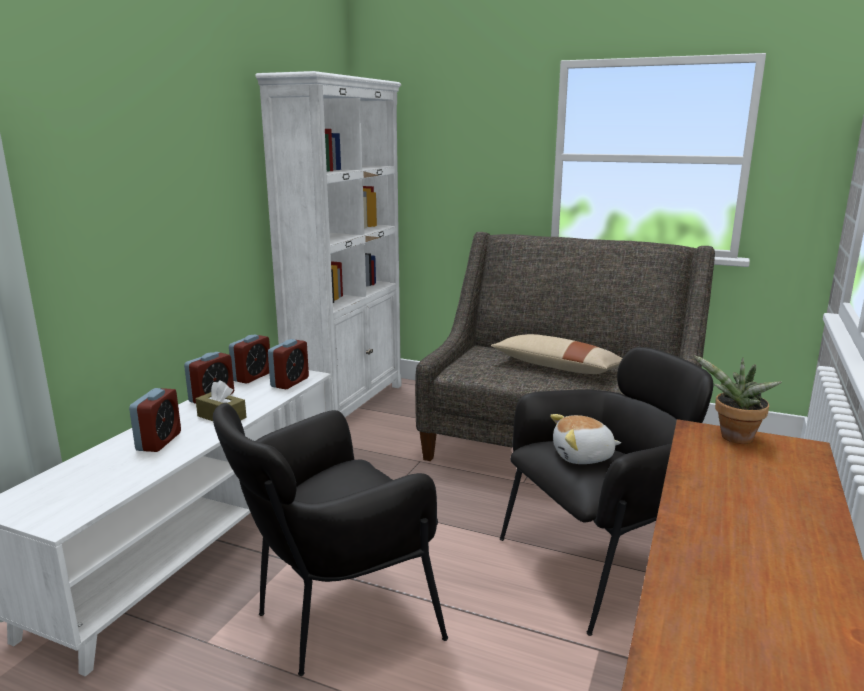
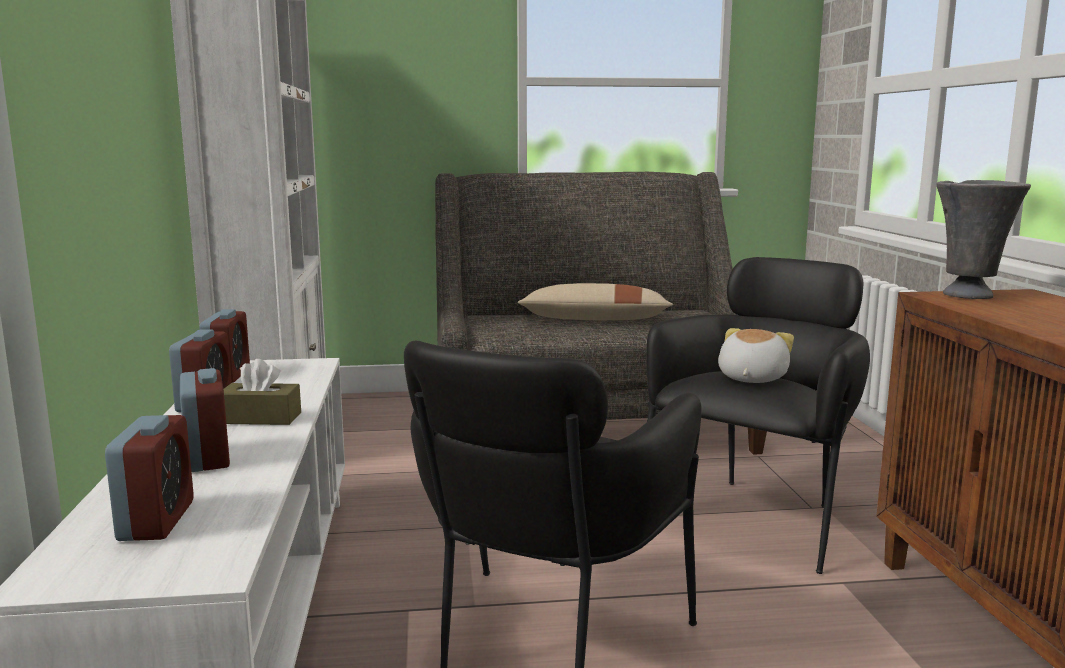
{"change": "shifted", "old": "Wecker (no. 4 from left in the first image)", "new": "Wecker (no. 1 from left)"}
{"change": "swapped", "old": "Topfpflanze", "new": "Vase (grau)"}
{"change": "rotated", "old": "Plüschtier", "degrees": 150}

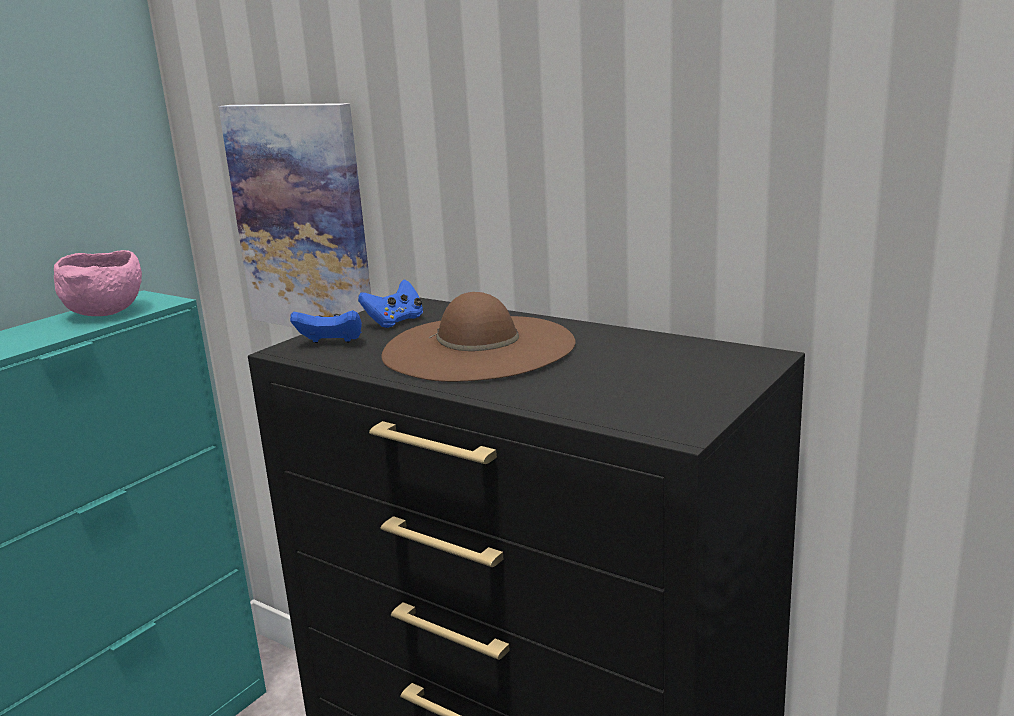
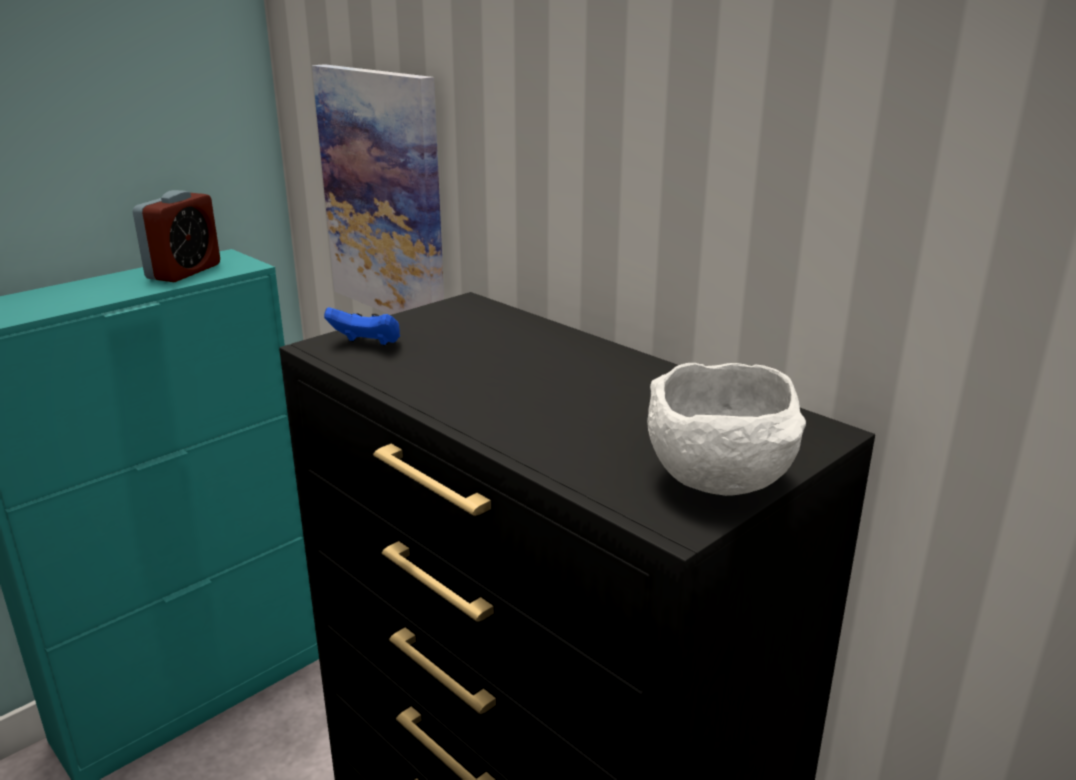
{"change": "gone", "old": "Gamepad (blau) (no. 2 from left)"}
{"change": "gone", "old": "Hut (braun)"}
{"change": "new", "new": "Schüssel (weiß)"}
{"change": "swapped", "old": "Schüssel (rosa)", "new": "Wecker"}

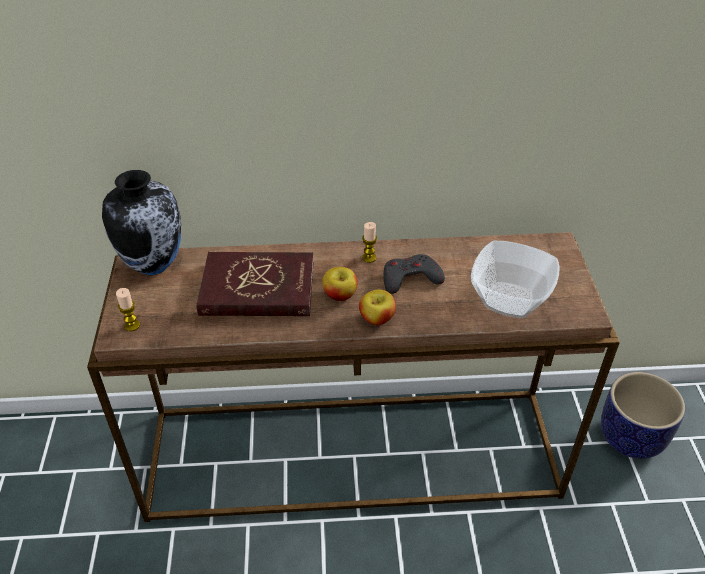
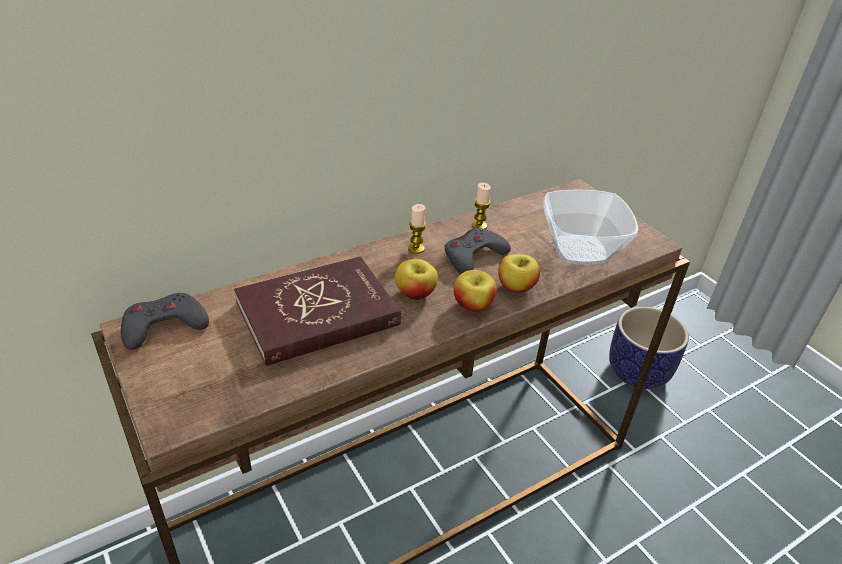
{"change": "new", "new": "Apfel (no. 3 from left)"}
{"change": "shifted", "old": "Kerze (no. 1 from left in the first image)", "new": "Kerze (no. 2 from left)"}
{"change": "swapped", "old": "Vase", "new": "Gamepad (grau) (no. 1 from left)"}

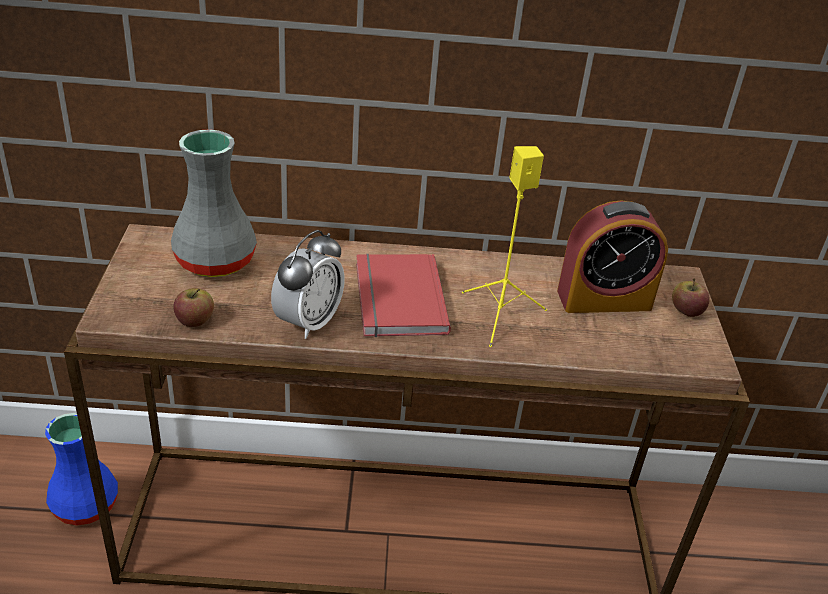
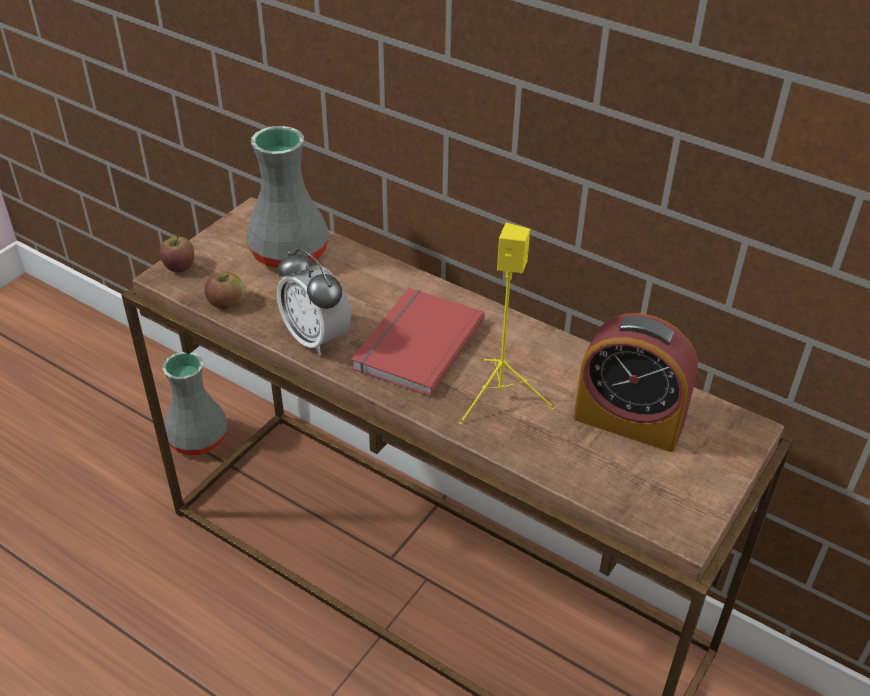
{"change": "shifted", "old": "Apfel (no. 2 from left in the first image)", "new": "Apfel (no. 1 from left)"}
{"change": "repainted", "old": "Vase (blau)", "new": "Vase (grau) (no. 1 from left)"}
{"change": "rotated", "old": "Wecker (no. 1 from left)", "degrees": 75}

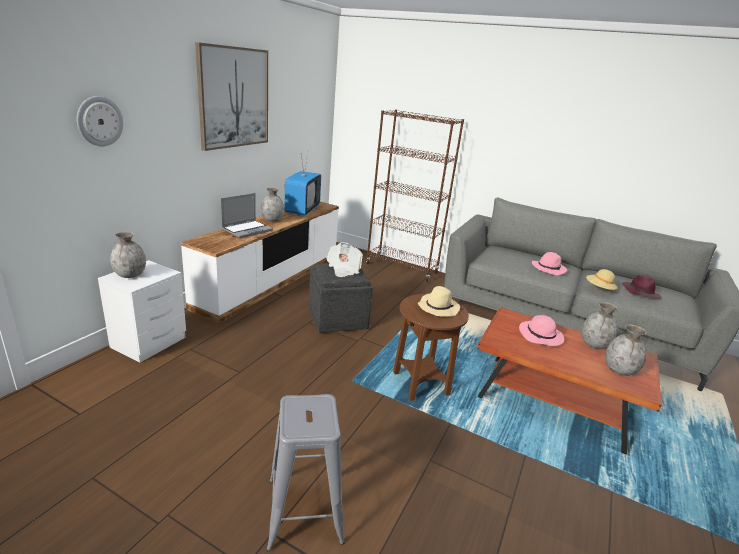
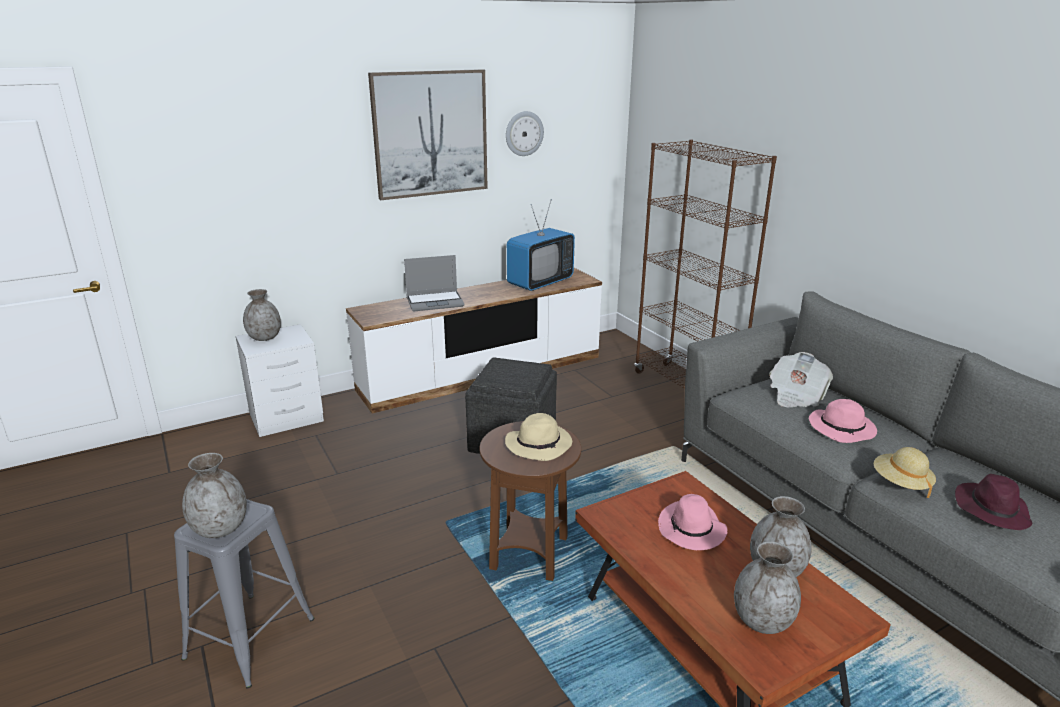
{"change": "shifted", "old": "Wanduhr"}
{"change": "shifted", "old": "Vase (grau) (no. 2 from left in the first image)", "new": "Vase (grau) (no. 1 from left)"}
{"change": "shifted", "old": "Zeitung"}

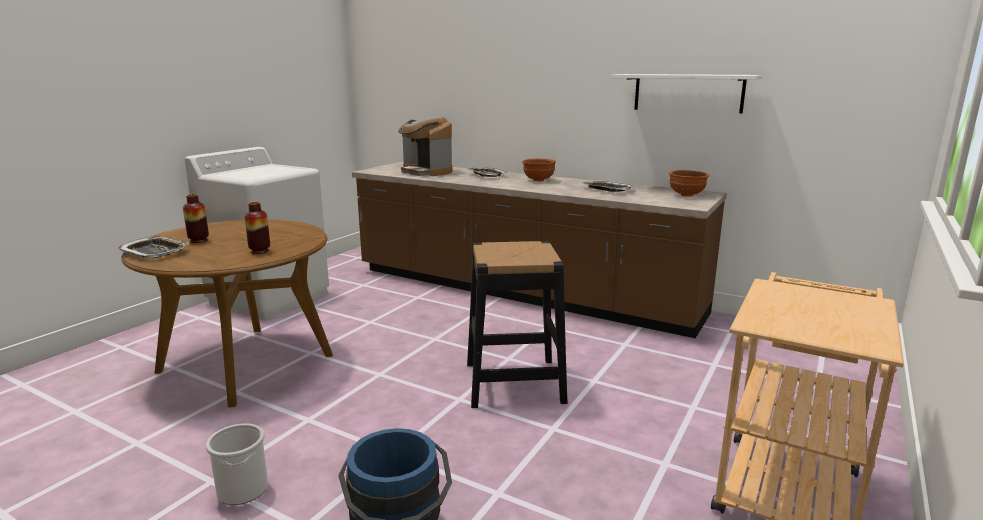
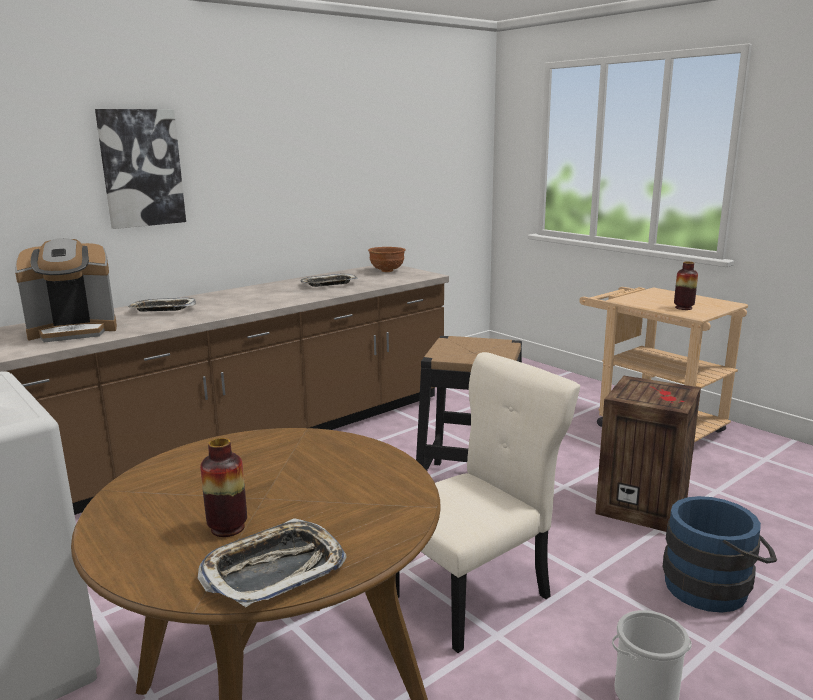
{"change": "gone", "old": "Schüssel (braun) (no. 1 from left)"}
{"change": "gone", "old": "Wandregal (weiß)"}
{"change": "new", "new": "Bild"}
{"change": "new", "new": "Stuhl (beige)"}
{"change": "new", "new": "Kiste"}
{"change": "shifted", "old": "Vase (no. 2 from left)"}

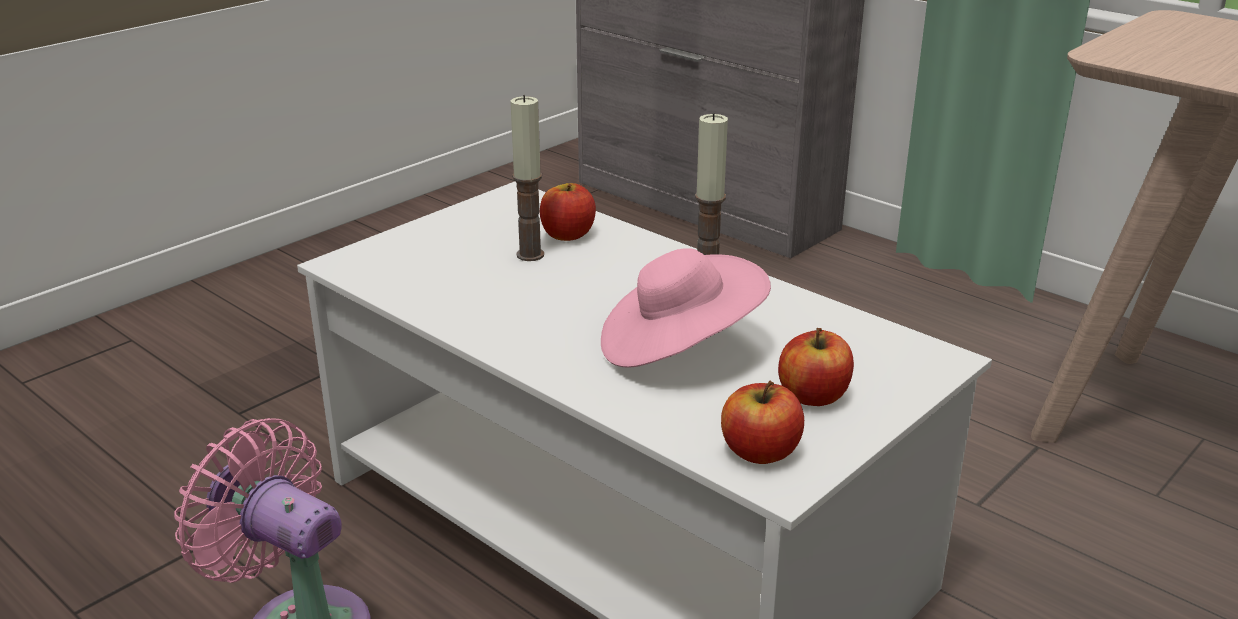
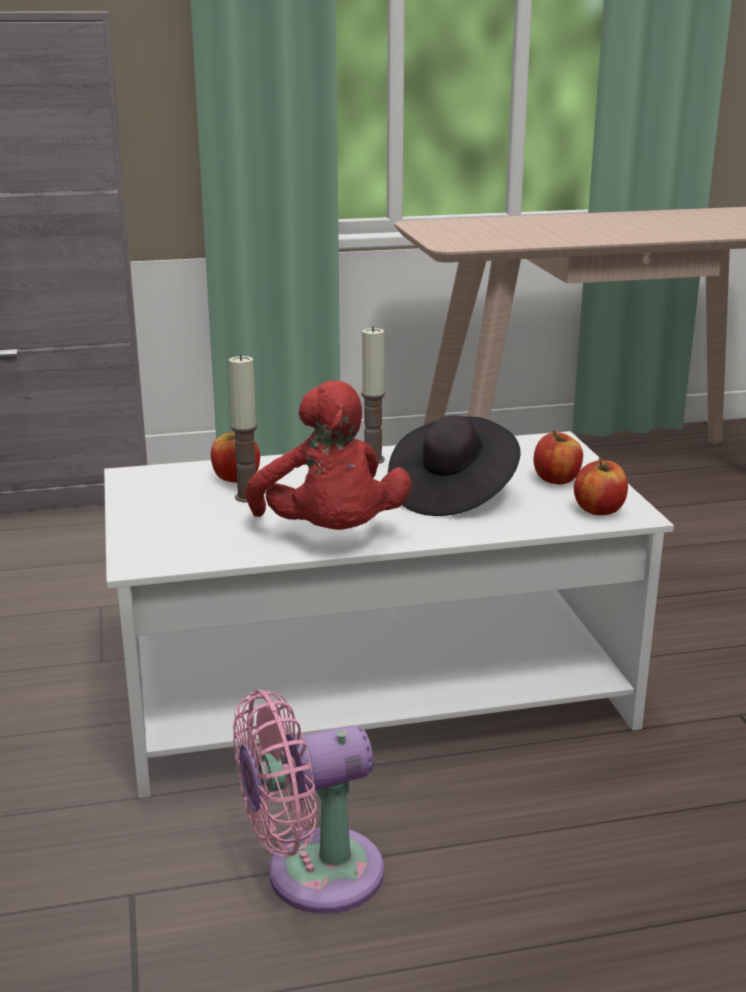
{"change": "new", "new": "Plüschtier (rot)"}
{"change": "repainted", "old": "Hut (rosa)", "new": "Hut (schwarz)"}

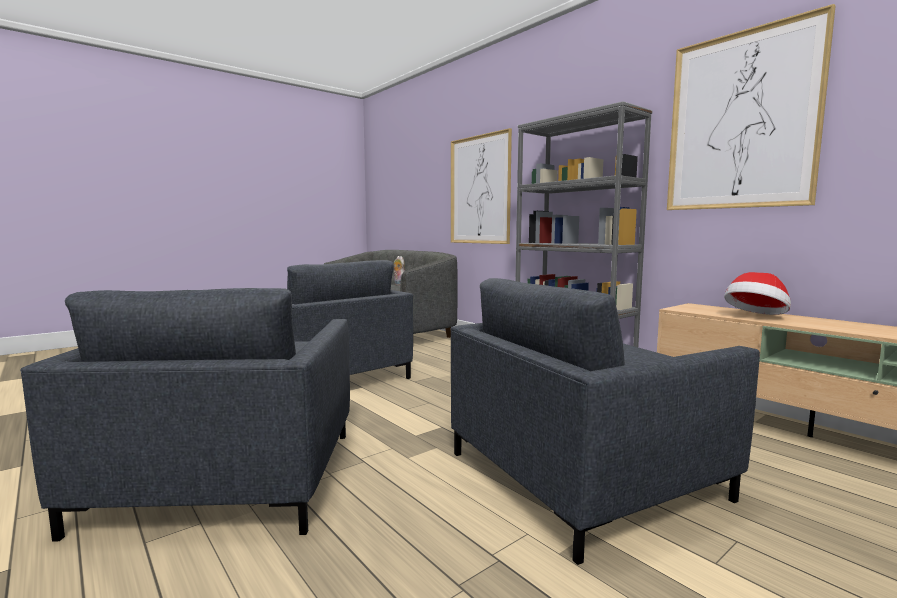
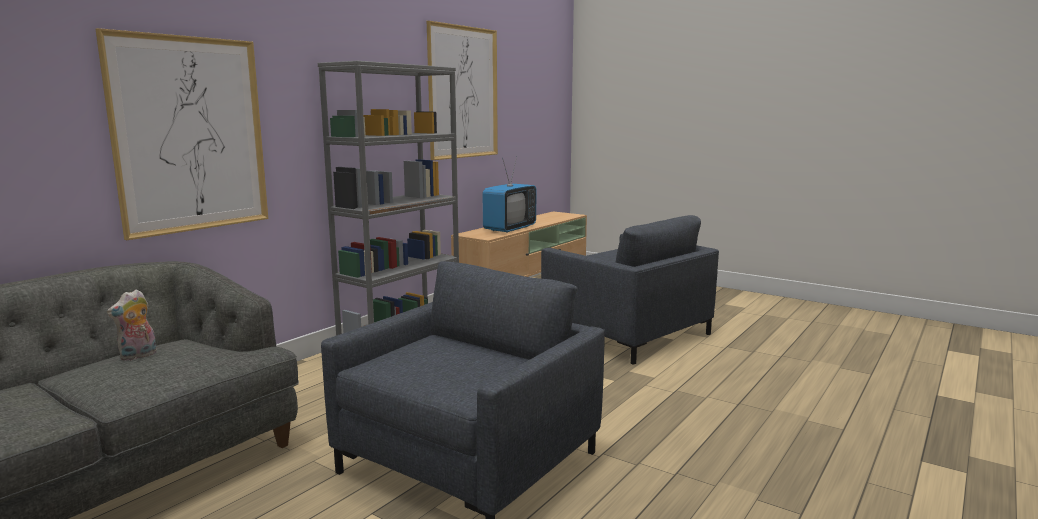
{"change": "gone", "old": "Sessel (grau) (no. 1 from left)"}
{"change": "swapped", "old": "Hut", "new": "Fernseher"}

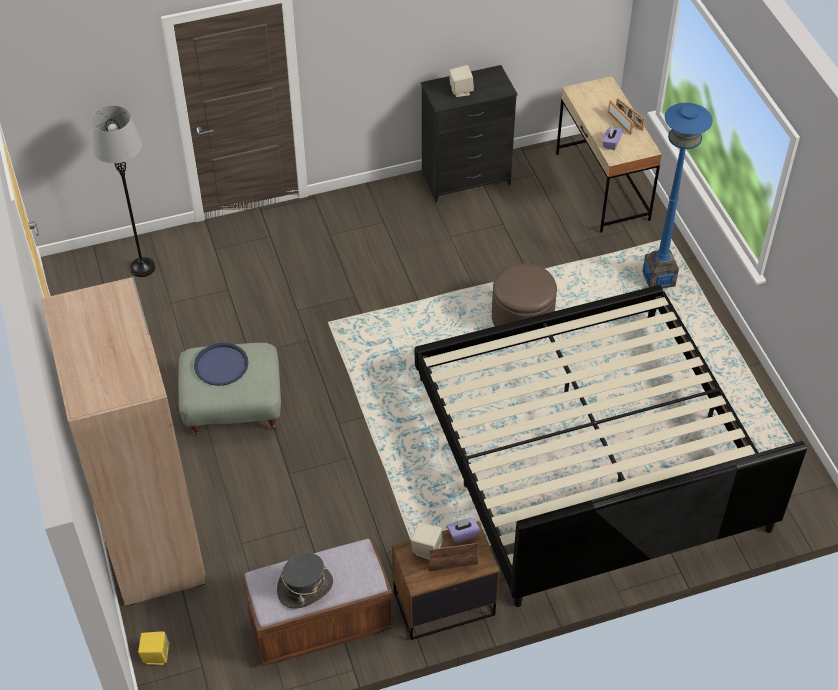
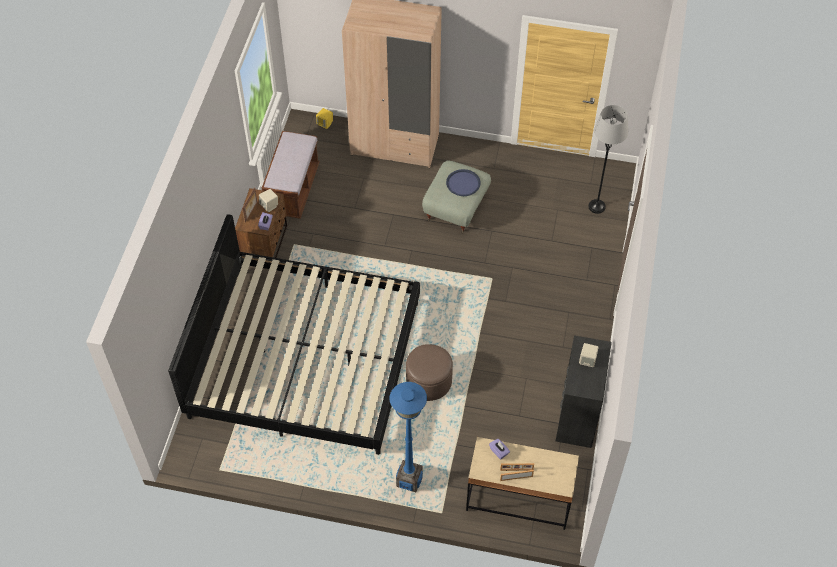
{"change": "gone", "old": "Hut (grau)"}

